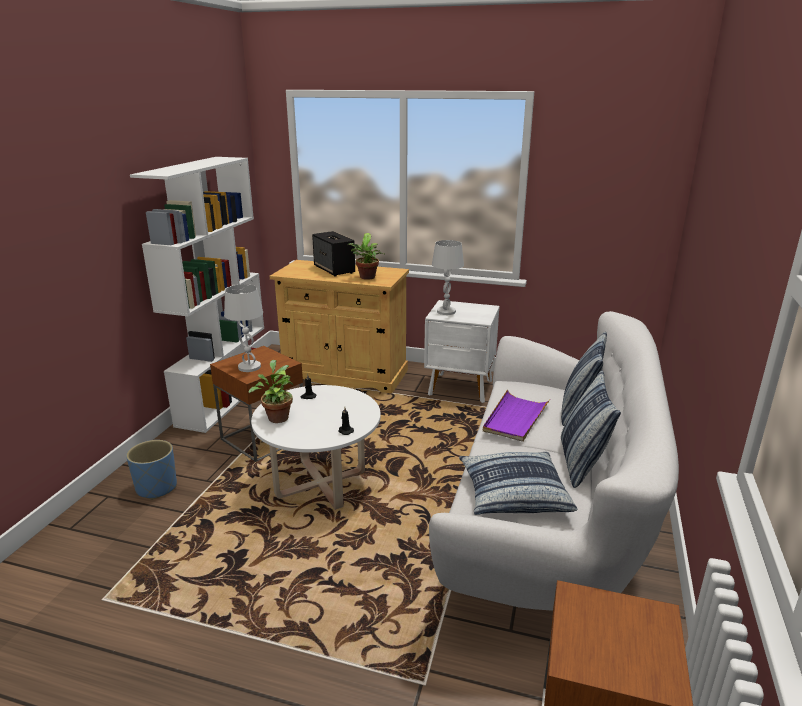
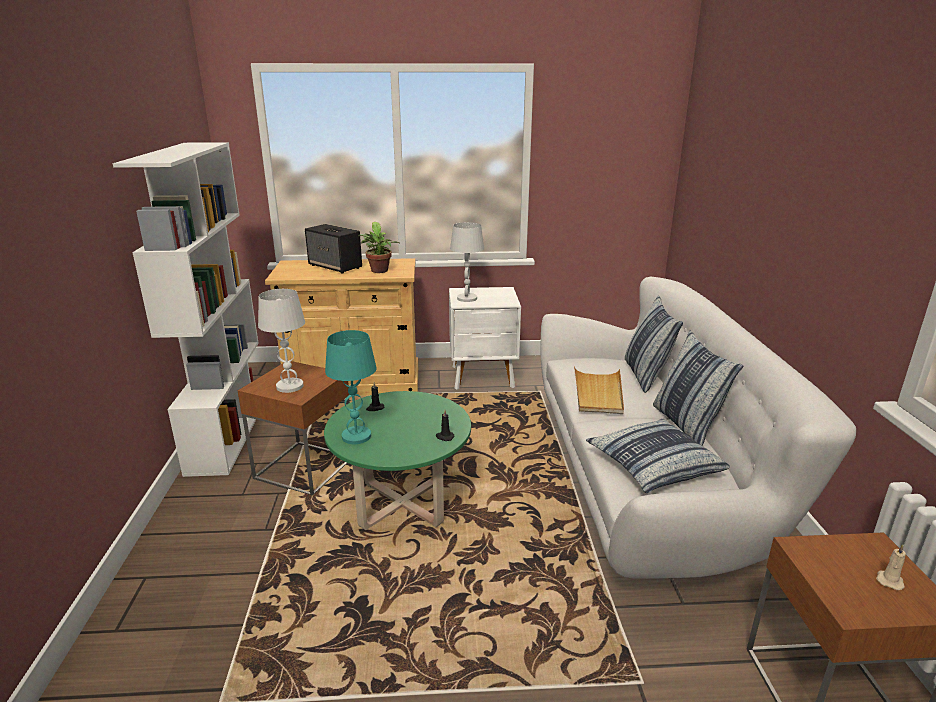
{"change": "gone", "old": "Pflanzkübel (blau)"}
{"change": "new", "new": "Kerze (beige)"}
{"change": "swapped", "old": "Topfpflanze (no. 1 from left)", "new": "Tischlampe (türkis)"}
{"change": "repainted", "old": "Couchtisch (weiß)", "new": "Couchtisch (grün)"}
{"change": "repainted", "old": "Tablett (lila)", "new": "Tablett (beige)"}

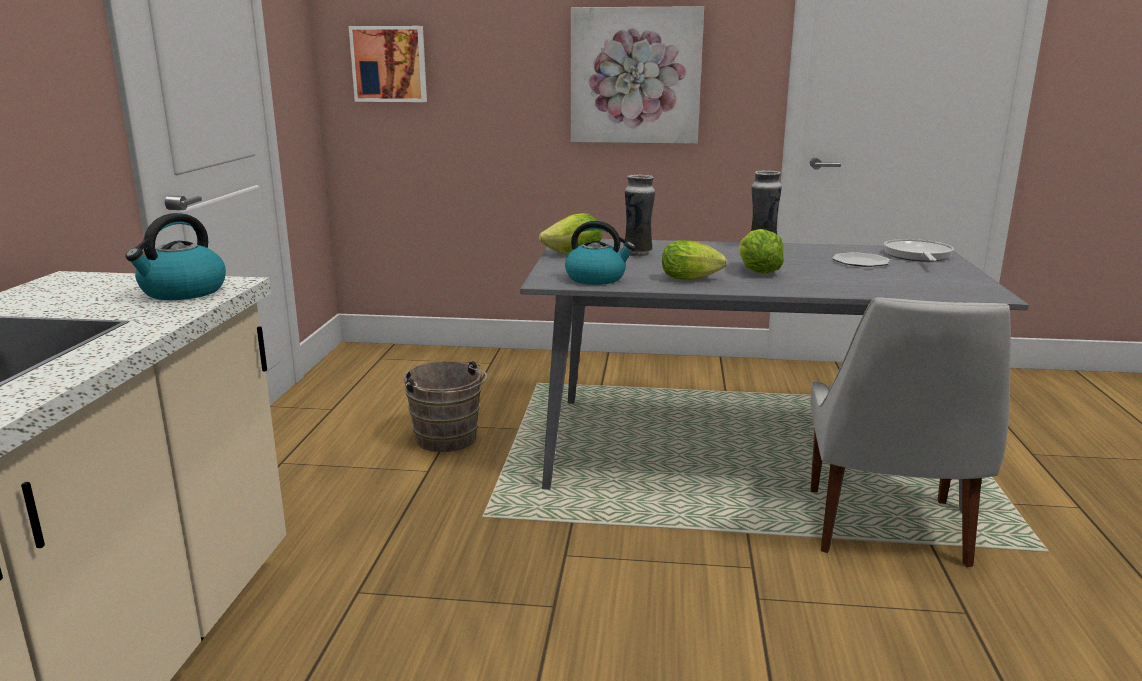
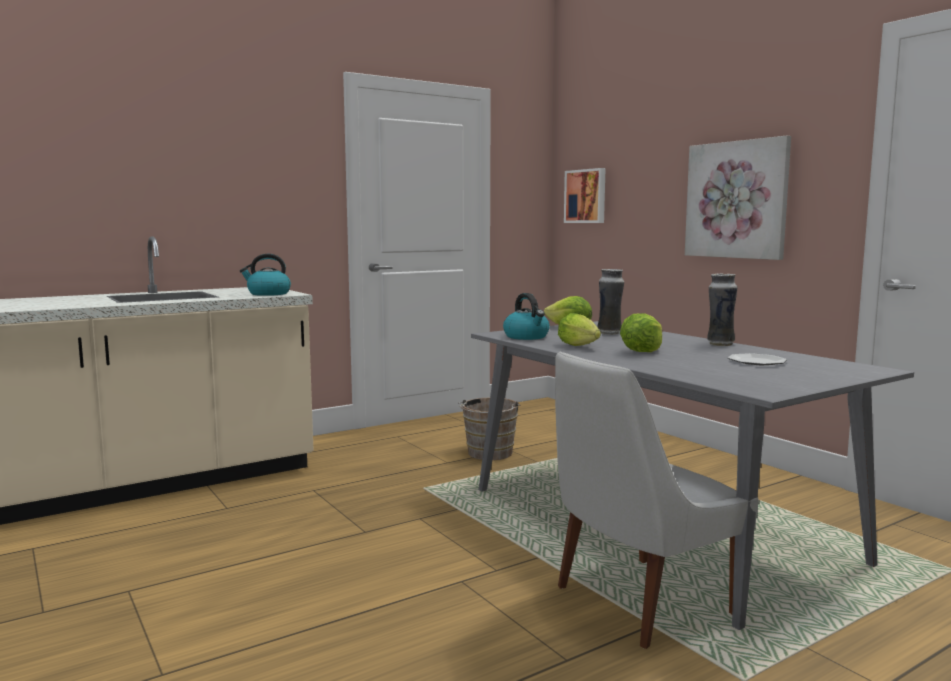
{"change": "gone", "old": "Pfanne"}

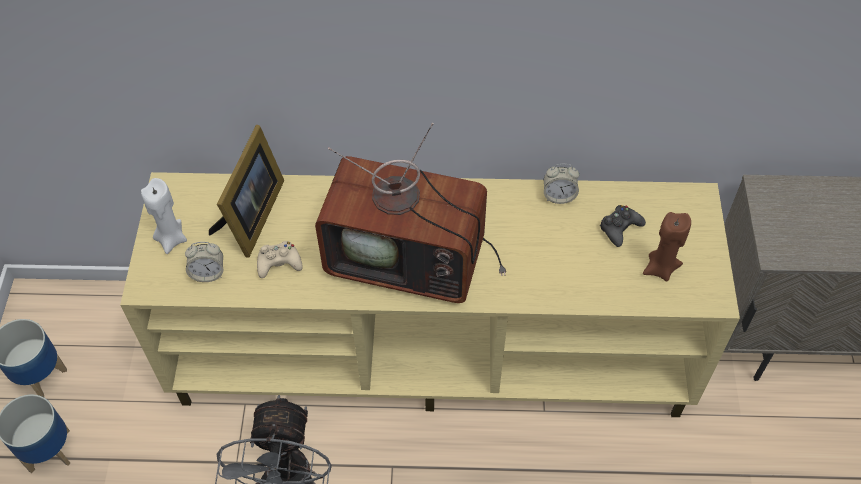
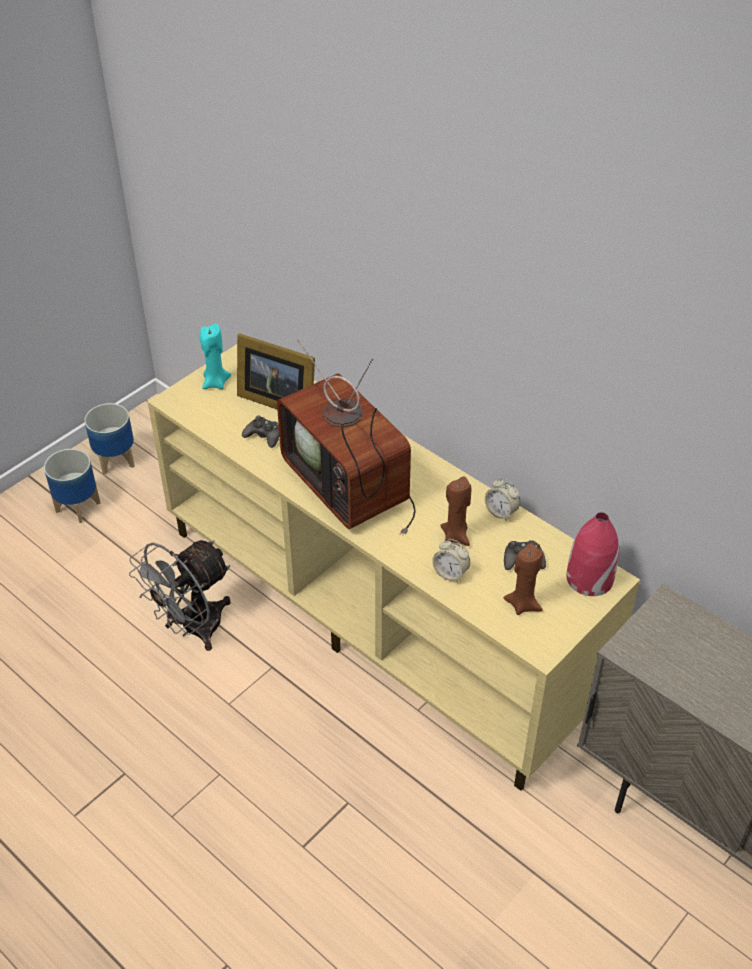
{"change": "new", "new": "Kerze (braun) (no. 1 from left)"}
{"change": "new", "new": "Vase (rot)"}
{"change": "shifted", "old": "Wecker (no. 1 from left)"}
{"change": "repainted", "old": "Kerze (weiß)", "new": "Kerze (türkis)"}
{"change": "repainted", "old": "Gamepad (beige)", "new": "Gamepad (schwarz) (no. 1 from left)"}
{"change": "rotated", "old": "Bilderrahmen", "degrees": 60}

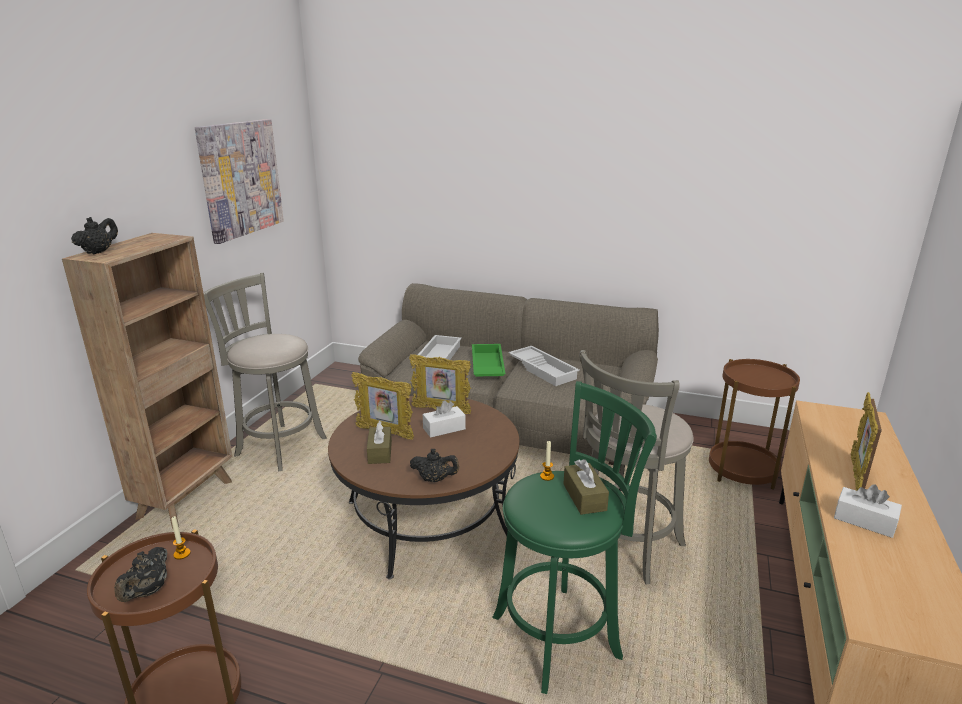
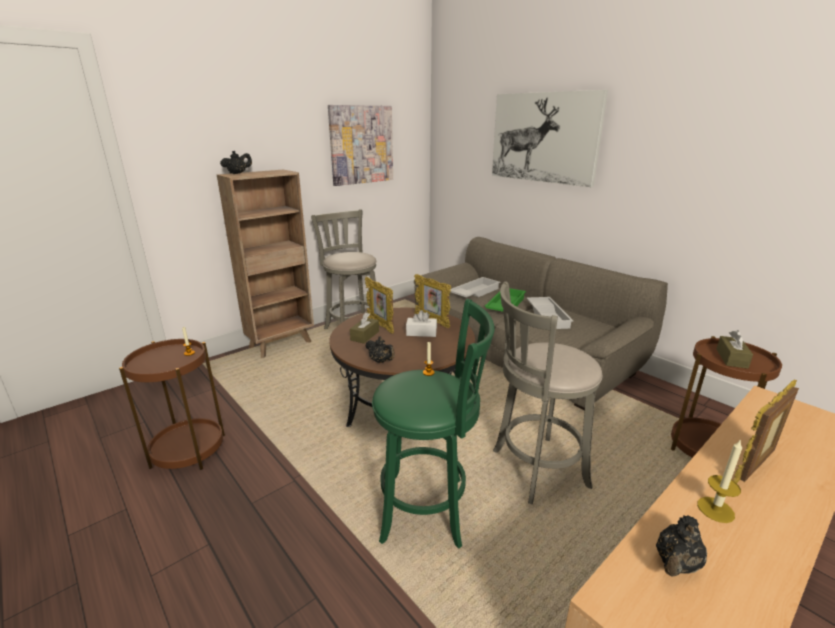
{"change": "new", "new": "Bild (no. 2 from left)"}
{"change": "shifted", "old": "Teekanne (schwarz) (no. 2 from left in the first image)", "new": "Teekanne (schwarz) (no. 3 from left)"}
{"change": "shifted", "old": "Taschentuchbox (braun) (no. 2 from left)"}
{"change": "swapped", "old": "Taschentuchbox (weiß) (no. 2 from left)", "new": "Kerze (no. 3 from left)"}

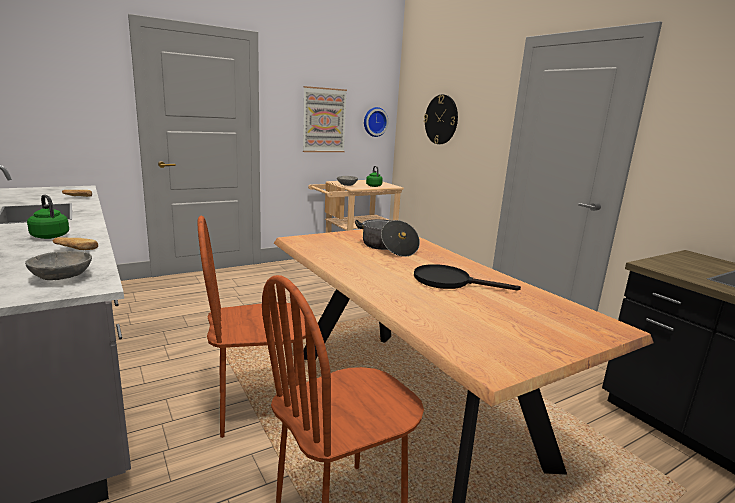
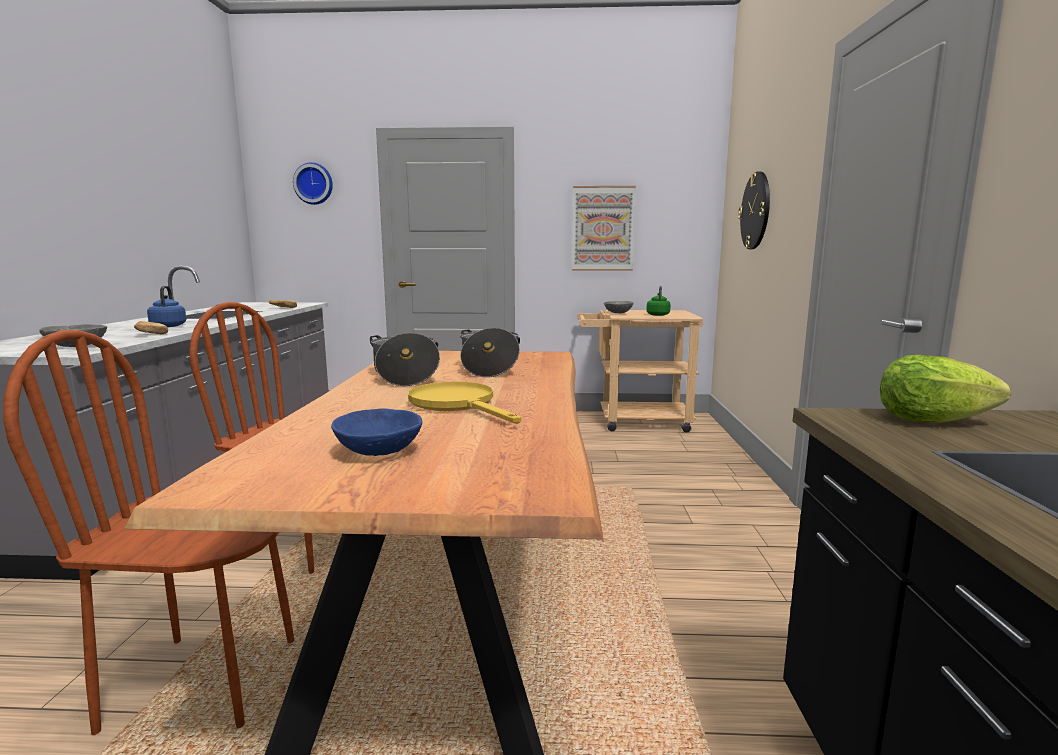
{"change": "new", "new": "Schüssel (blau)"}
{"change": "new", "new": "Kochtopf (no. 1 from left)"}
{"change": "new", "new": "Salatkopf"}
{"change": "shifted", "old": "Wanduhr (no. 1 from left)"}
{"change": "repainted", "old": "Wasserkessel (grün) (no. 1 from left)", "new": "Wasserkessel (blau)"}
{"change": "repainted", "old": "Pfanne (schwarz)", "new": "Pfanne (gelb)"}

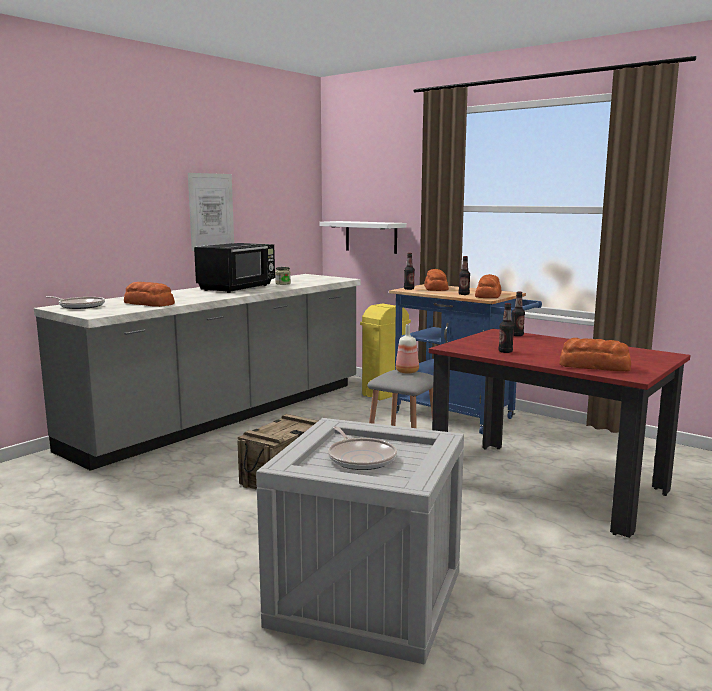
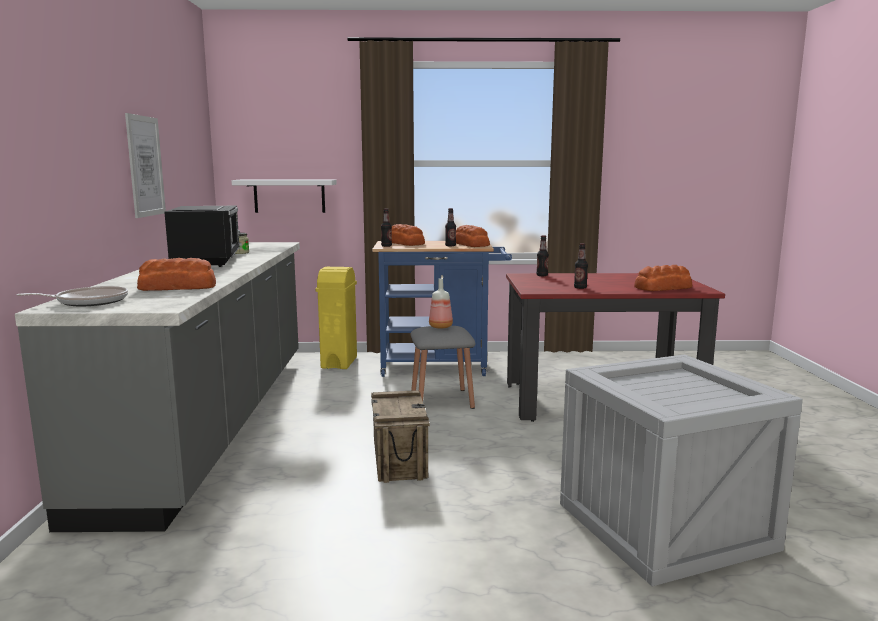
{"change": "gone", "old": "Pfanne (no. 2 from left)"}

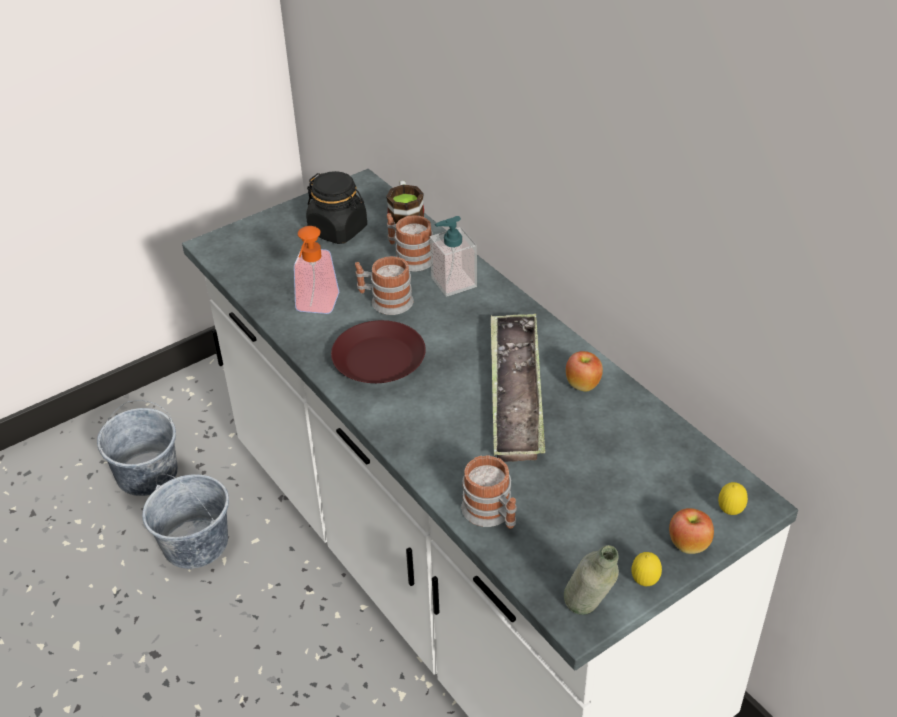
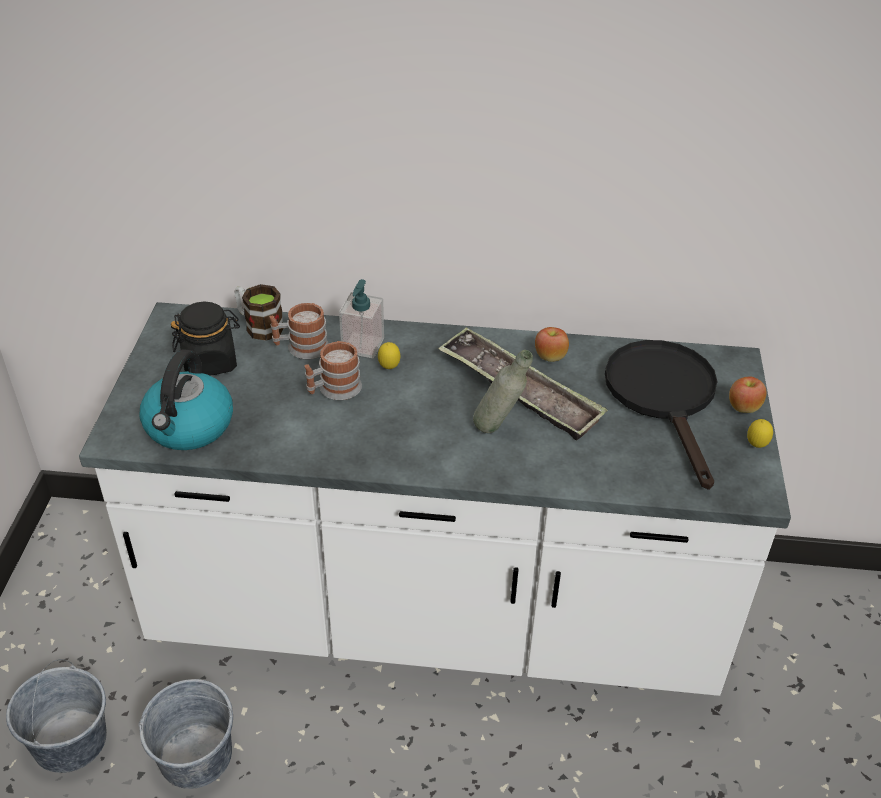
{"change": "gone", "old": "Seifenspender (no. 1 from left)"}
{"change": "gone", "old": "Teller (braun)"}
{"change": "gone", "old": "Henkelbecher (no. 4 from left)"}
{"change": "new", "new": "Wasserkessel"}
{"change": "new", "new": "Pfanne (schwarz)"}
{"change": "shifted", "old": "Flasche (grau)"}
{"change": "shifted", "old": "Zitrone (no. 2 from left in the first image)", "new": "Zitrone (no. 1 from left)"}

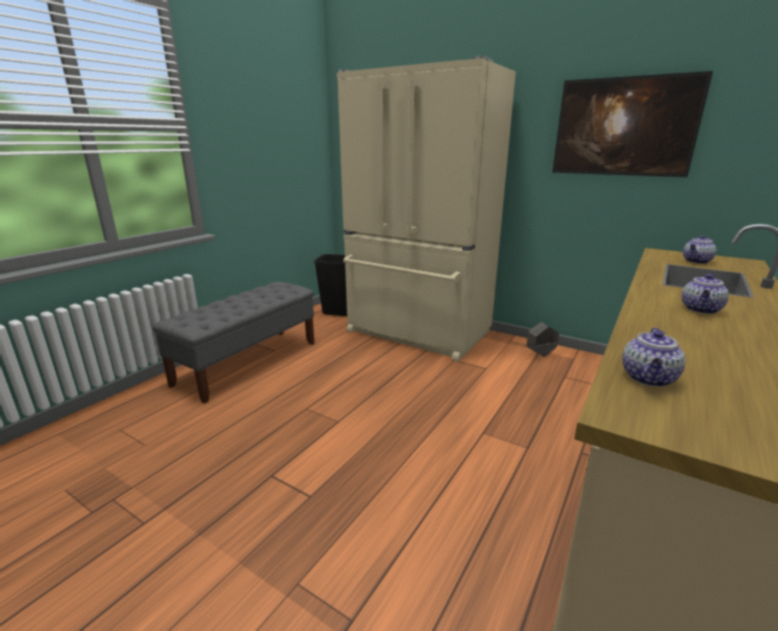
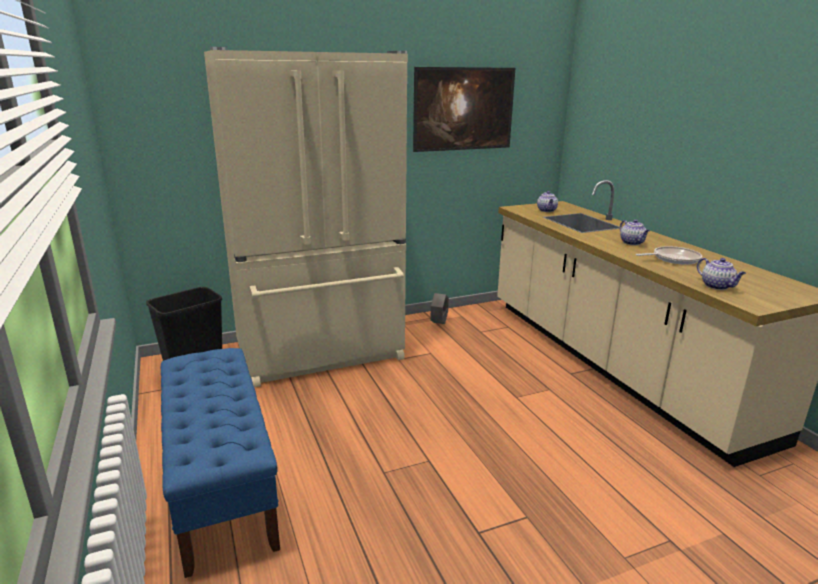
{"change": "new", "new": "Pfanne"}
{"change": "repainted", "old": "Bank (grau)", "new": "Bank (blau)"}

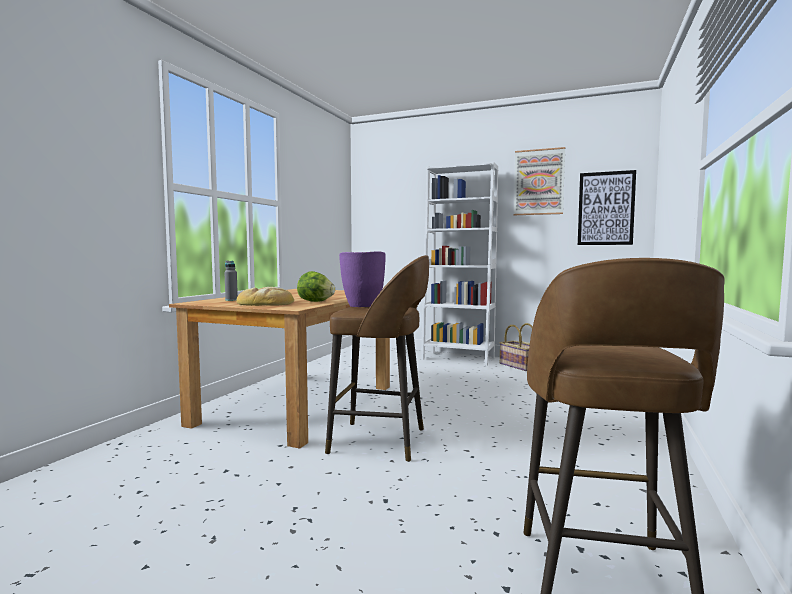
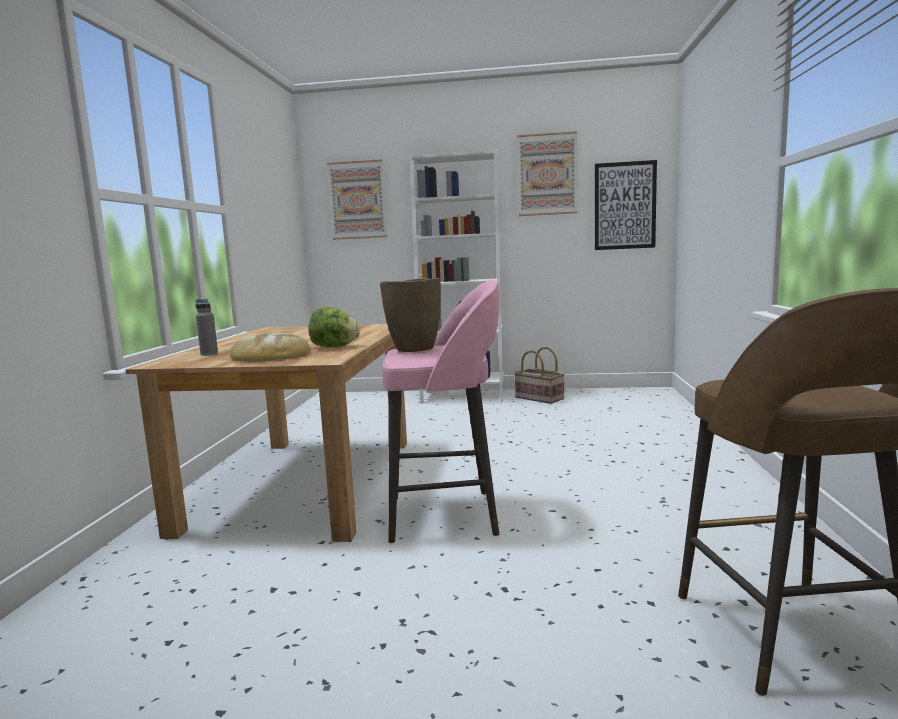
{"change": "new", "new": "Bild (no. 1 from left)"}
{"change": "repainted", "old": "Hocker (braun) (no. 1 from left)", "new": "Hocker (rosa)"}
{"change": "repainted", "old": "Vase (lila)", "new": "Vase (braun)"}

